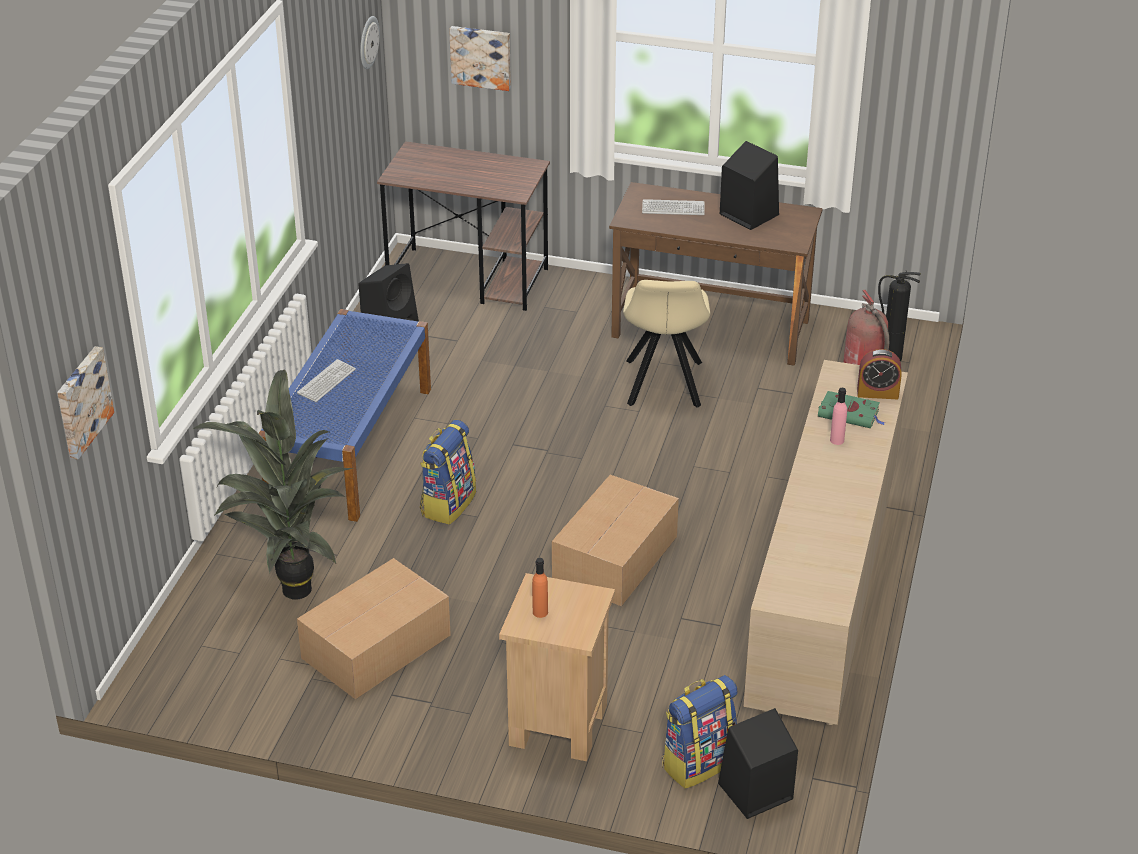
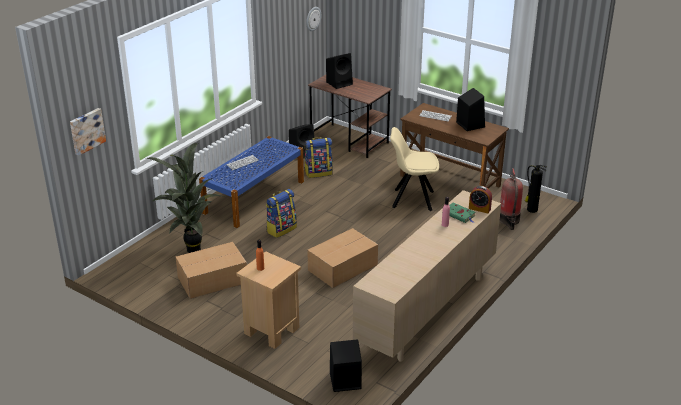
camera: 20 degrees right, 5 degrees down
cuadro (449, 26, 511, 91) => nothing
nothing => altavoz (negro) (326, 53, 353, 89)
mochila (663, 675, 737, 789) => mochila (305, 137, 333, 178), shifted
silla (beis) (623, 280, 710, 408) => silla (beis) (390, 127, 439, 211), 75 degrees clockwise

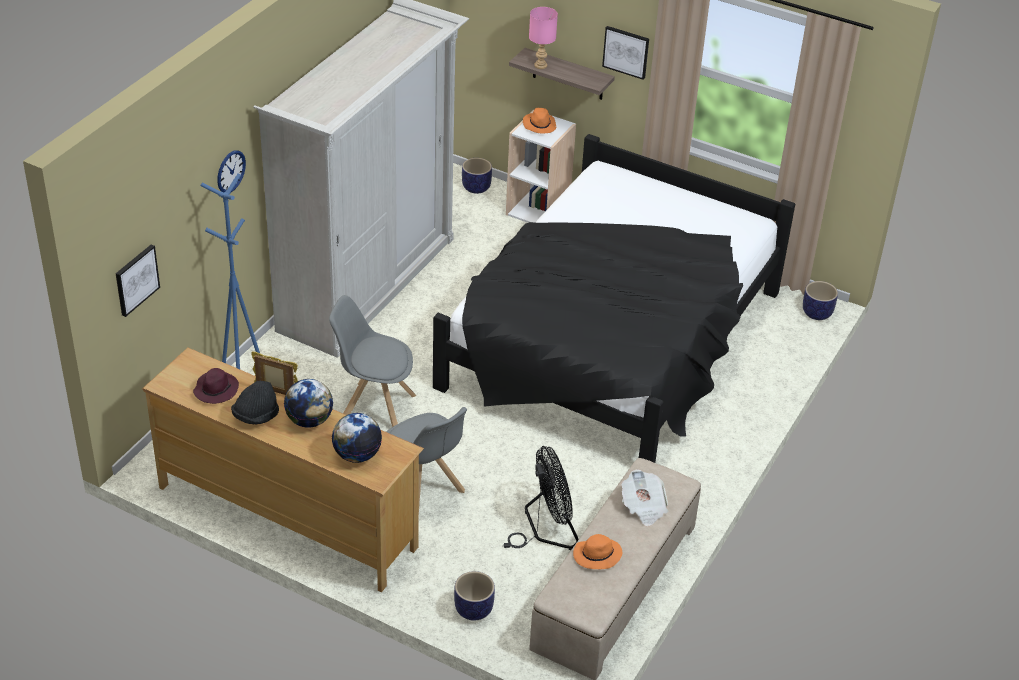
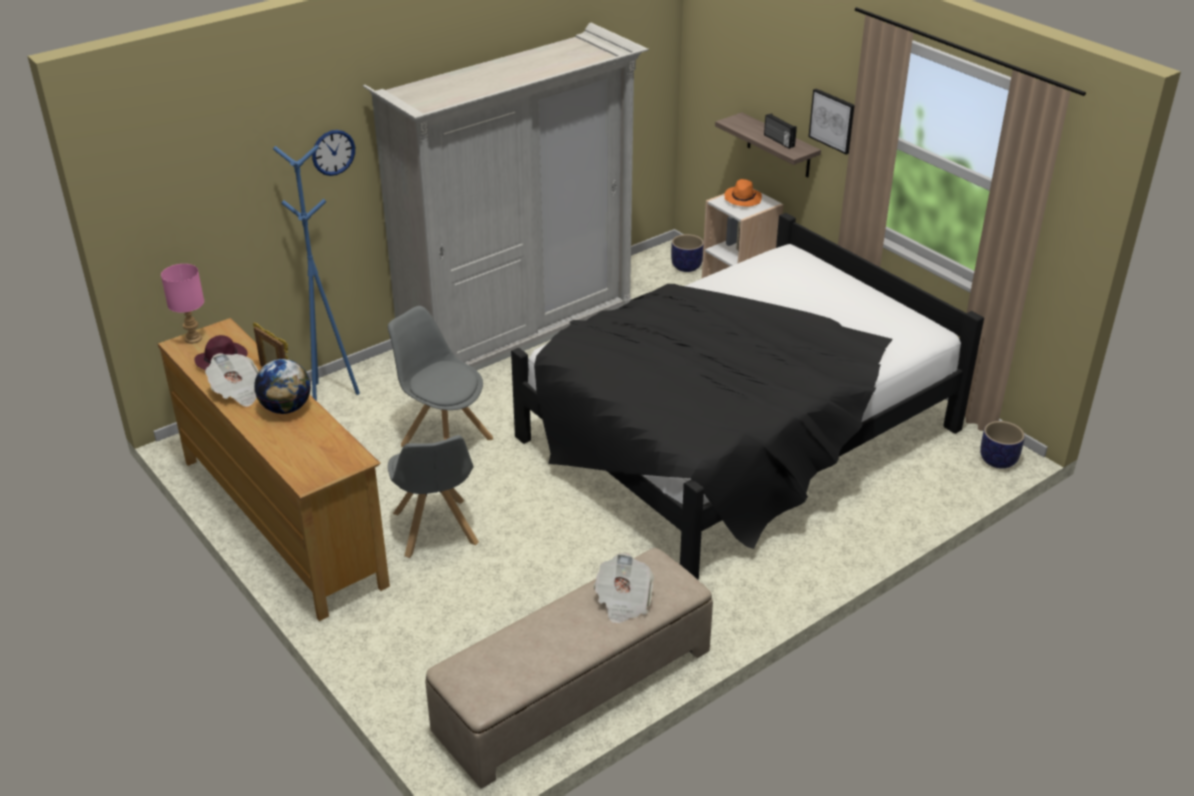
camera: 25 degrees right, 5 degrees down
cuadro (115, 245, 160, 317) => nothing
globo terráqueo (332, 413, 382, 463) => nothing
maceta (454, 571, 495, 621) => nothing
ventilador (negro) (504, 446, 579, 550) => nothing
sombrero (naranja) (573, 534, 622, 569) => nothing
nothing => radio (764, 113, 797, 149)
lámpara de mesa (rosa) (529, 7, 558, 69) => lámpara de mesa (rosa) (161, 264, 204, 344), shifted
sombrero (negro) (231, 381, 279, 425) => periódico (205, 353, 259, 407)

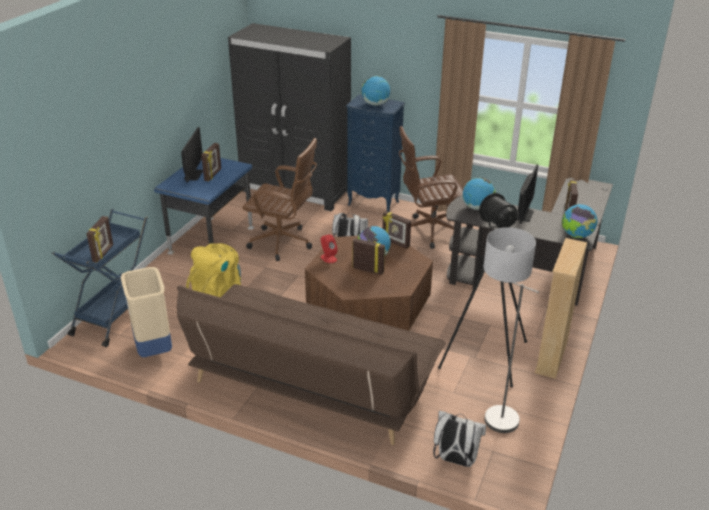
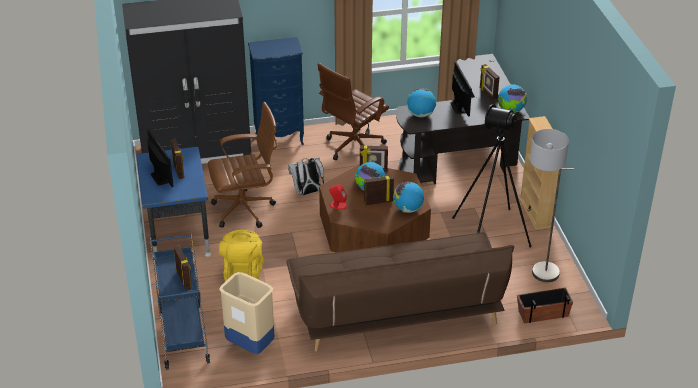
camera: 35 degrees left, 5 degrees up
globo terráqueo (361, 76, 390, 106) => globo terráqueo (393, 181, 424, 213), shifted
mochila (blanco) (433, 410, 486, 467) => maceta (517, 288, 573, 323)

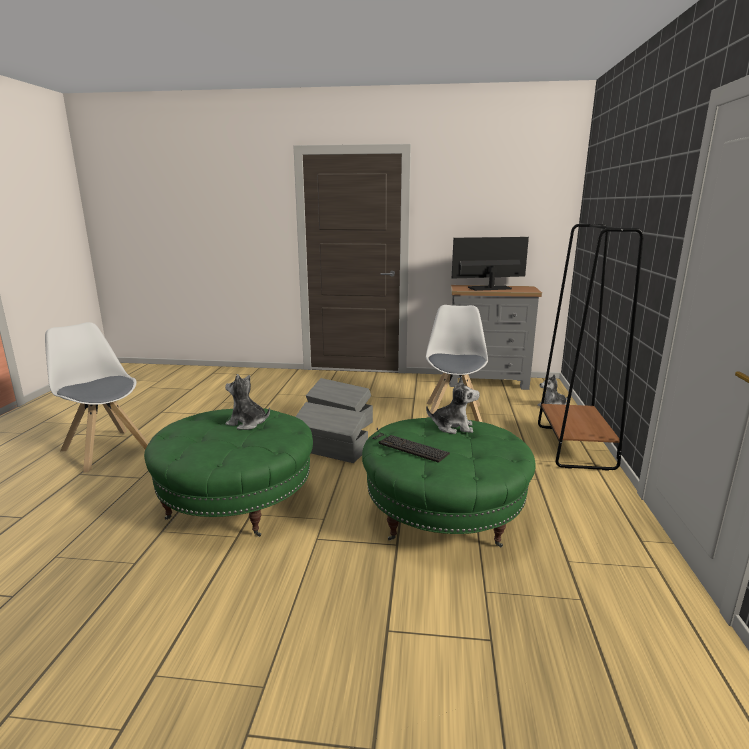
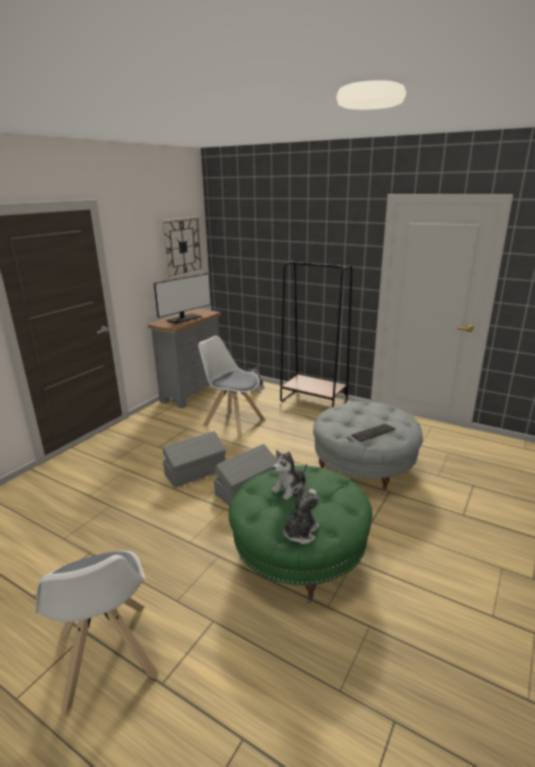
camera: 65 degrees left, 5 degrees up
nothing => reloj de pared (160, 216, 203, 280)
peluche (426, 376, 480, 434) => peluche (283, 485, 320, 544), shifted
puf (verde) (362, 417, 536, 547) => puf (gris) (313, 402, 423, 493)
silla (45, 322, 149, 472) => silla (36, 551, 159, 714), 90 degrees counterclockwise
monitor (452, 237, 529, 291) => monitor (154, 273, 211, 324), 150 degrees counterclockwise

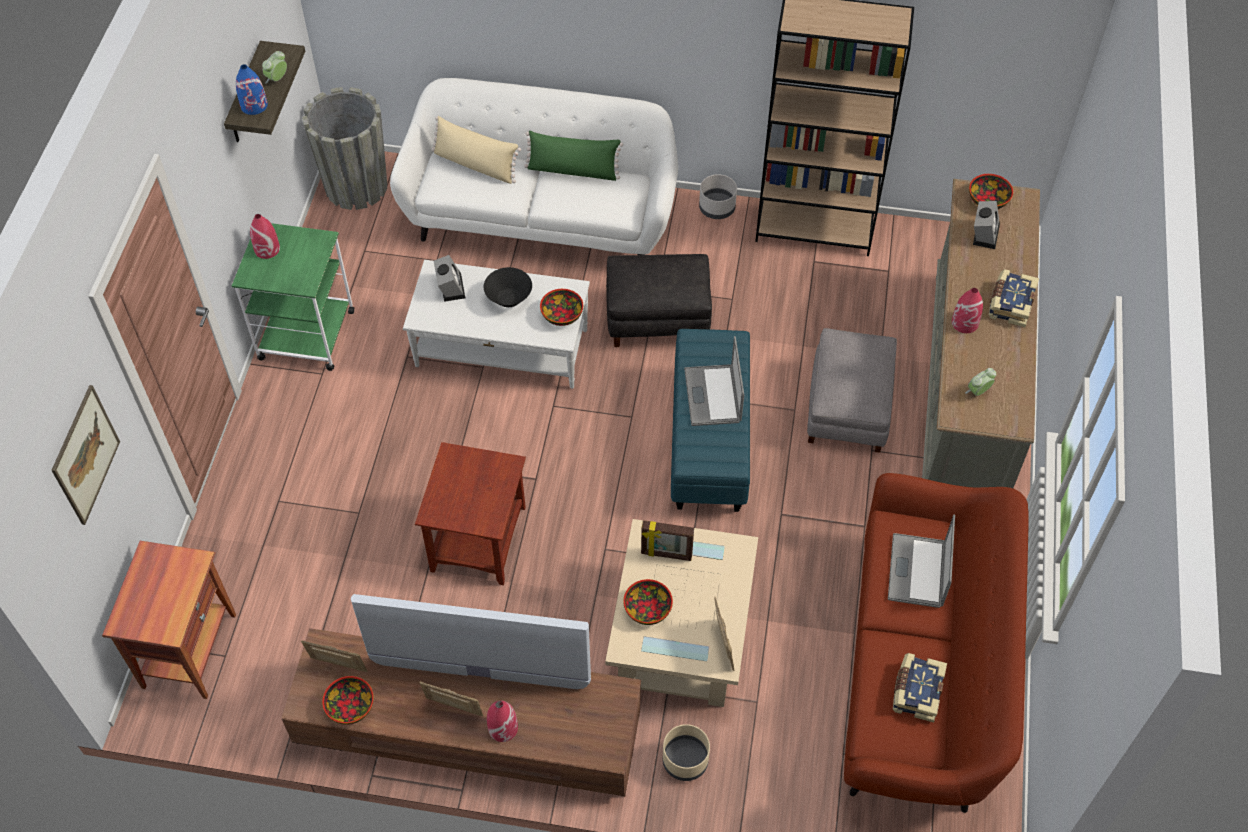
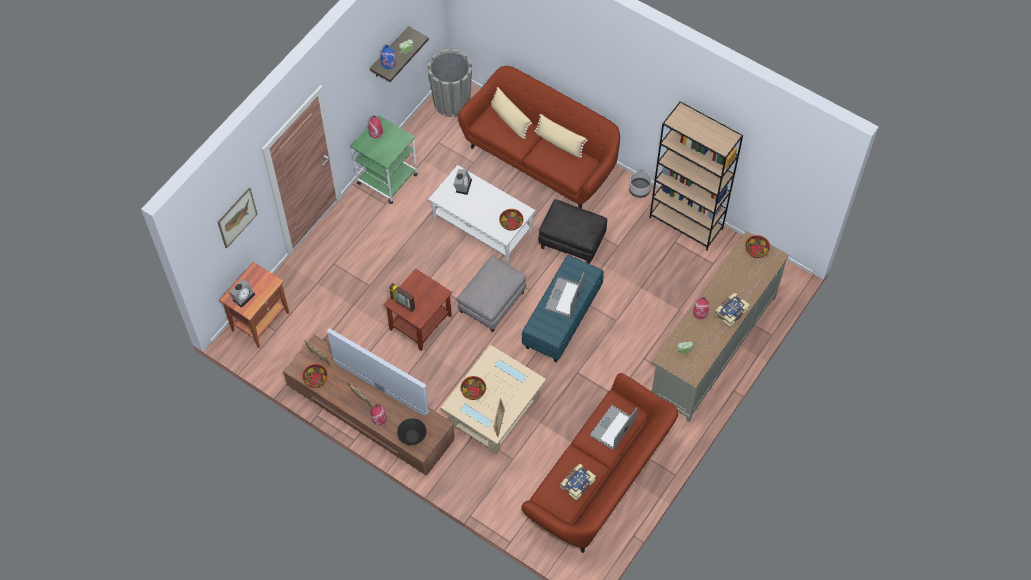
camera: 25 degrees right, 5 degrees up
maceta (beis) (663, 724, 710, 781) => nothing
cuenco (negro) (484, 267, 532, 307) => cuenco (negro) (397, 418, 427, 445), shifted
portarretratos (641, 520, 694, 561) => portarretratos (389, 283, 415, 312), shifted
puf (gris) (807, 328, 897, 453) => puf (gris) (457, 256, 526, 332), shifted
despertador (973, 201, 1000, 249) => despertador (229, 279, 255, 308), shifted
sofá (blanco) (390, 78, 678, 255) => sofá (marrón) (458, 66, 620, 208)
cojín (verde) (524, 131, 623, 181) => cojín (beis) (535, 114, 587, 158)

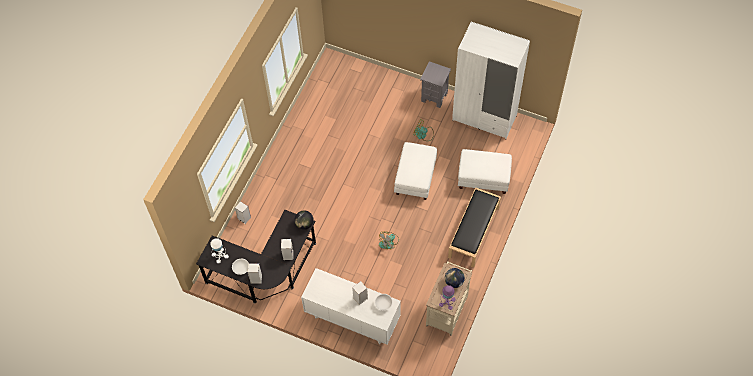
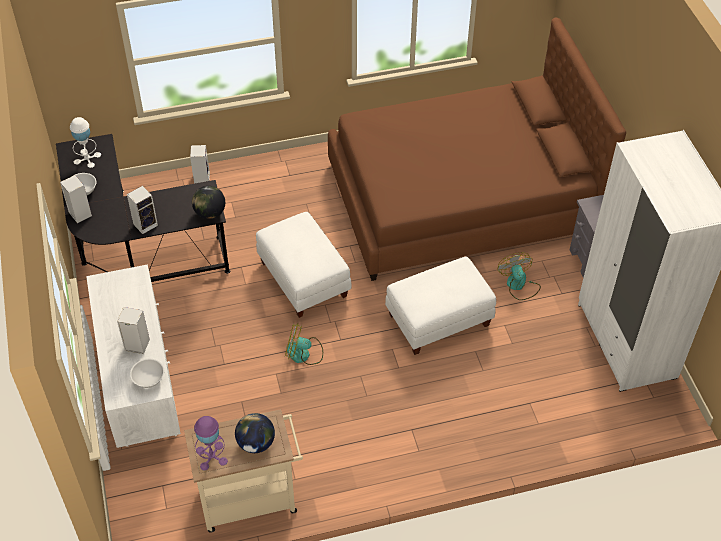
camera: 50 degrees right, 10 degrees down
banco (negro) (448, 187, 501, 268) => nothing
nothing => cama (marrón) (328, 18, 626, 281)
puf (blanco) (458, 149, 512, 194) => puf (blanco) (256, 212, 351, 318), shifted

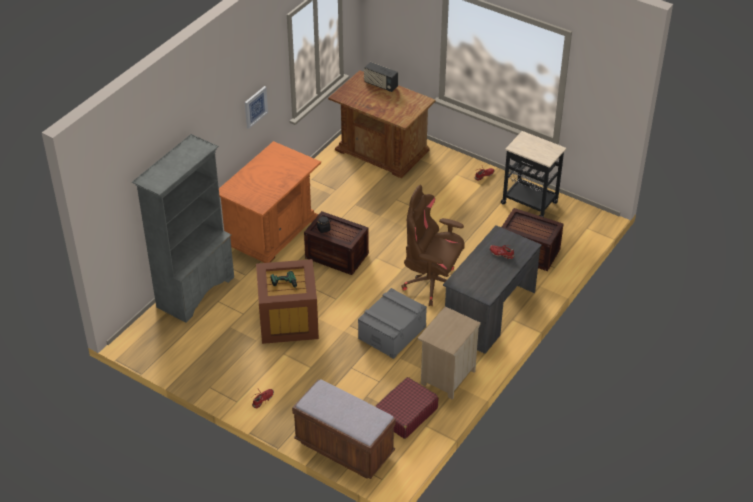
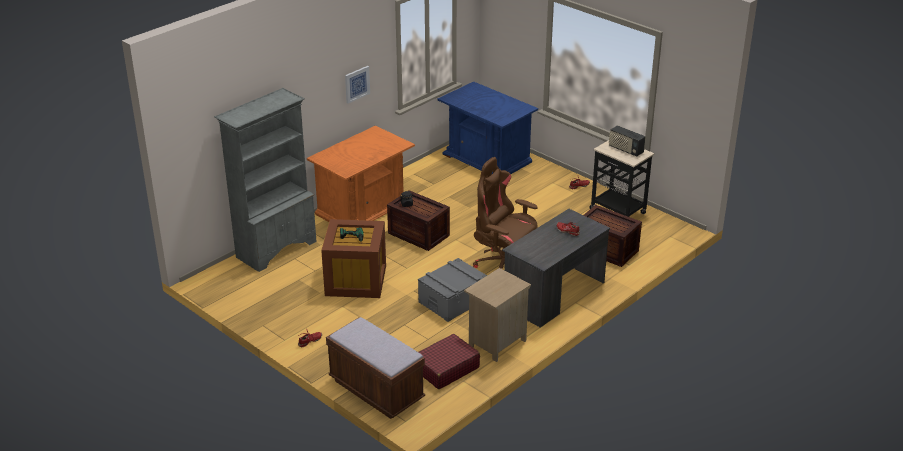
camera: 10 degrees right, 10 degrees down
radio (364, 62, 398, 92) => radio (609, 125, 645, 157), shifted
armario (marrón) (328, 70, 436, 178) => armario (azul) (437, 82, 538, 174)

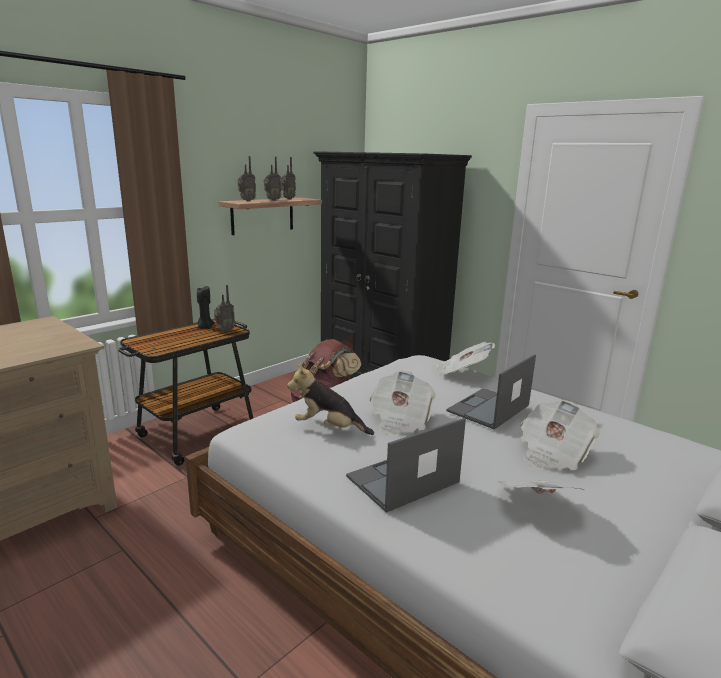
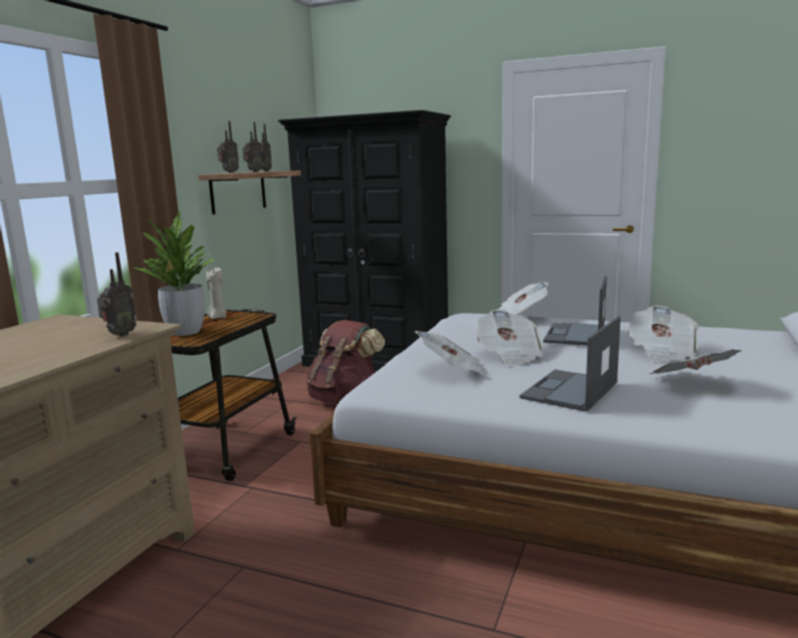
camera: 20 degrees left, 5 degrees down
nothing => planta en maceta (133, 210, 215, 336)
radio (214, 285, 235, 332) => radio (97, 252, 137, 336), shifted
peluche (287, 363, 374, 435) => periódico (415, 331, 492, 376)
vela (negro) (197, 286, 215, 329) => vela (beis) (206, 268, 226, 319)

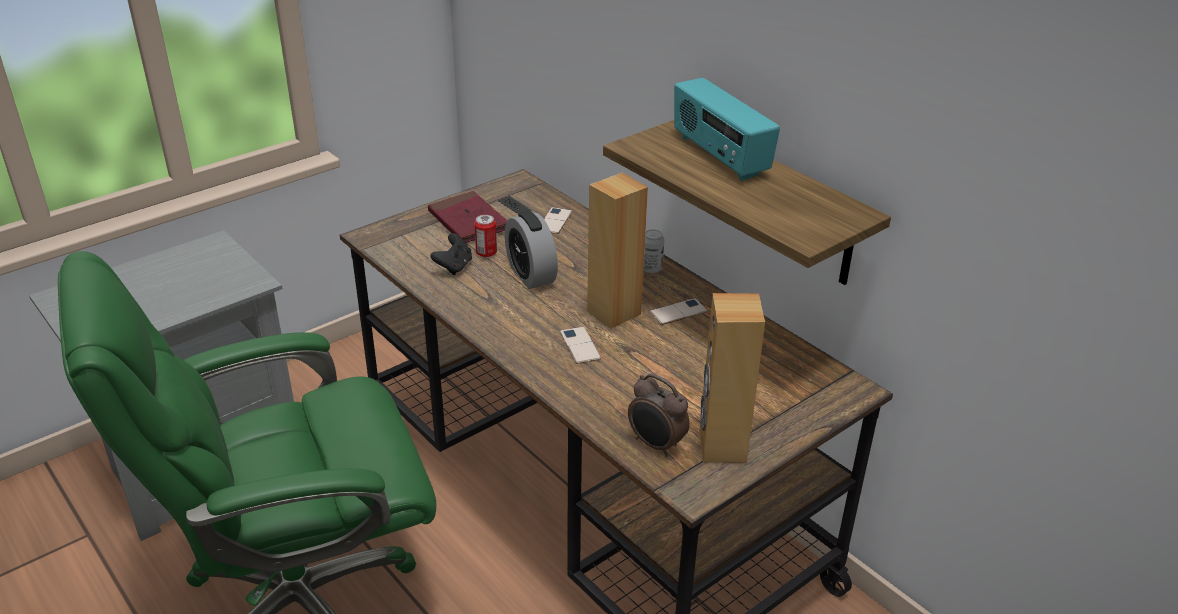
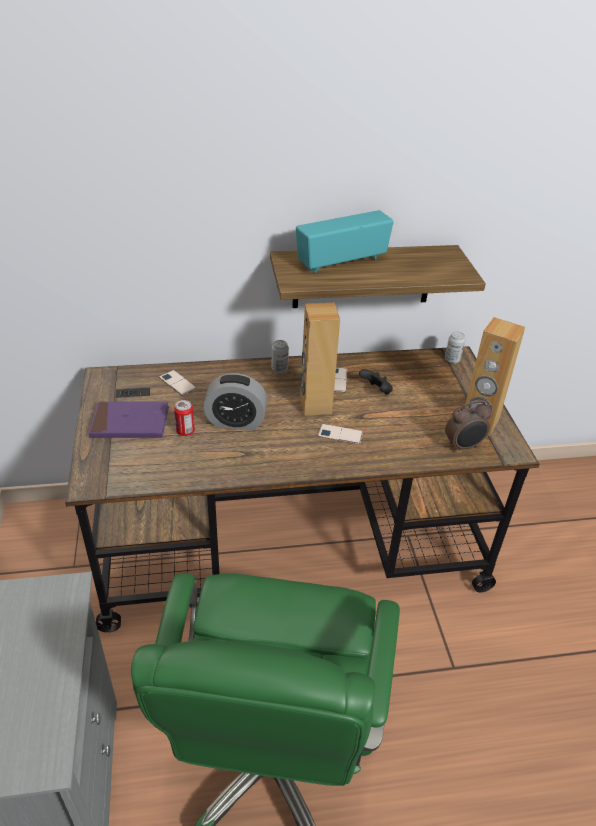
camera: 60 degrees left, 5 degrees up
nothing => lata (445, 331, 465, 363)
mando de consola (negro) (431, 233, 472, 275) => mando de consola (negro) (359, 369, 393, 395), shifted
libro (rojo) (428, 191, 507, 243) => libro (morado) (88, 401, 169, 438)
radio (674, 78, 780, 181) => radio (296, 210, 394, 273), 150 degrees clockwise

